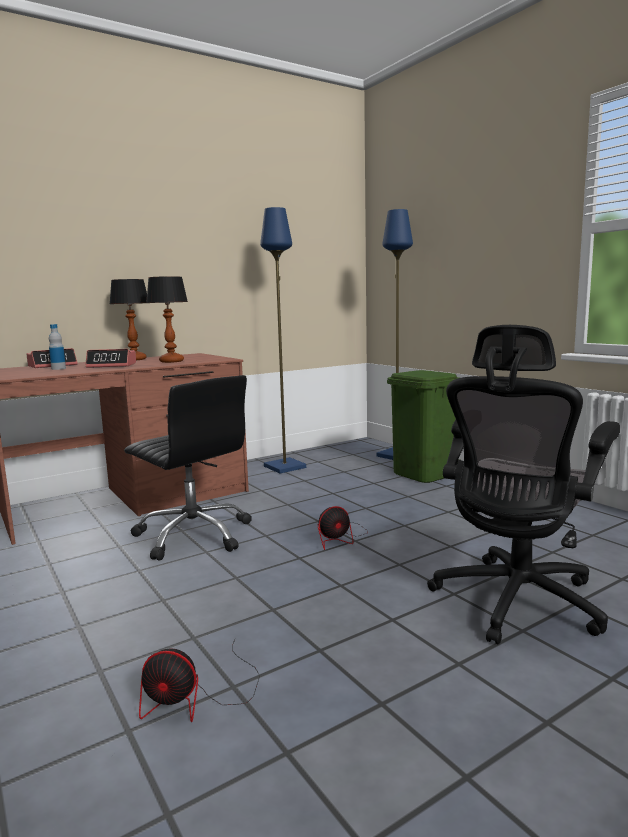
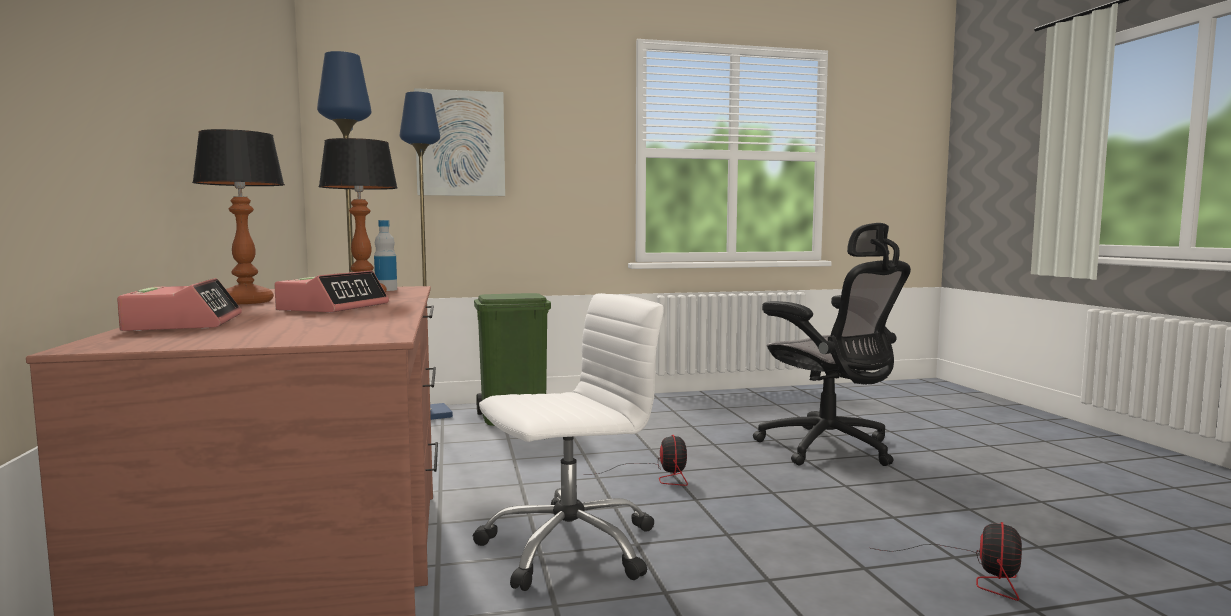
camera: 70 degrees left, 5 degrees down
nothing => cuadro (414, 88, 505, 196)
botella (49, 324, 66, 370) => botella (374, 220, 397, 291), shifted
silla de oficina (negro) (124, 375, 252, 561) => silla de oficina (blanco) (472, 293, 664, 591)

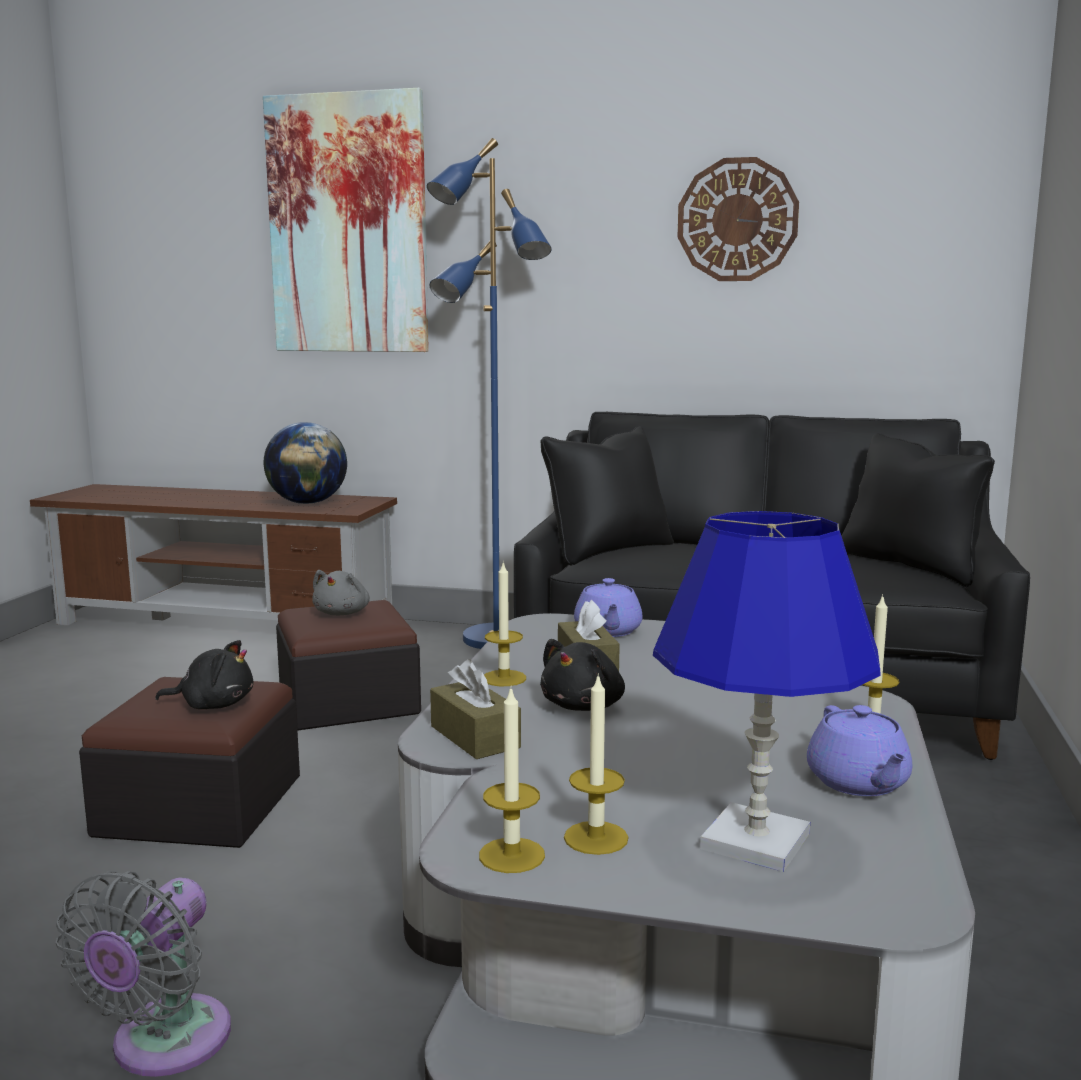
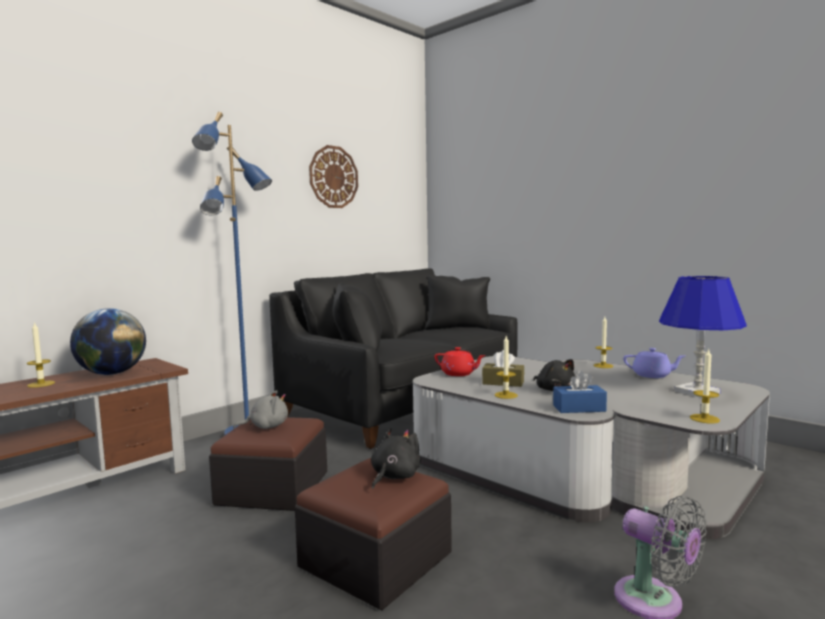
camera: 60 degrees left, 5 degrees down
cuadro (263, 88, 429, 352) => nothing
vela (564, 673, 628, 855) => vela (27, 322, 55, 388), shifted
caja de pañuelos (marrón) (430, 659, 521, 759) => caja de pañuelos (azul) (553, 371, 607, 413)
tetera (morado) (574, 578, 643, 637) => tetera (rojo) (434, 347, 486, 376)
peluche (gris) (312, 570, 370, 616) => peluche (gris) (233, 390, 288, 429), 60 degrees counterclockwise

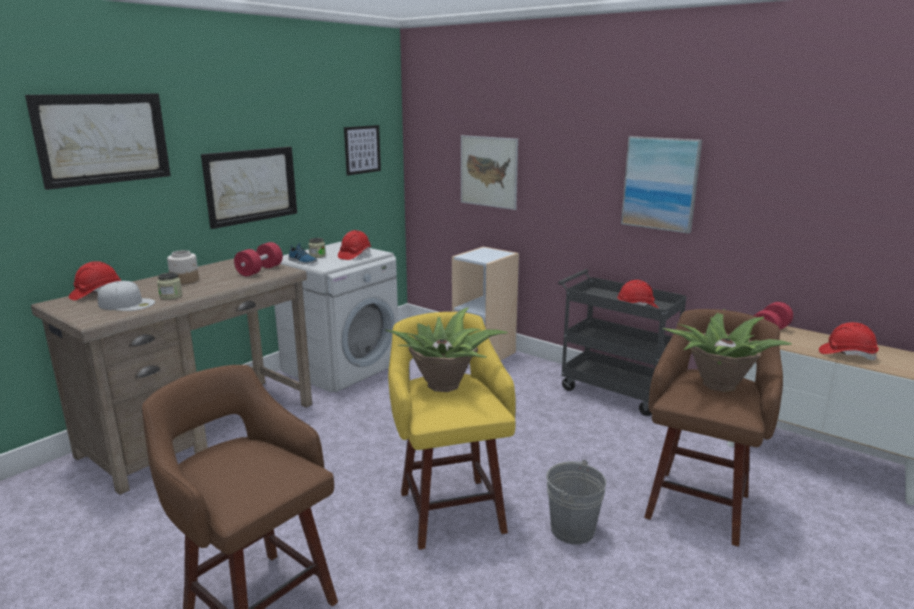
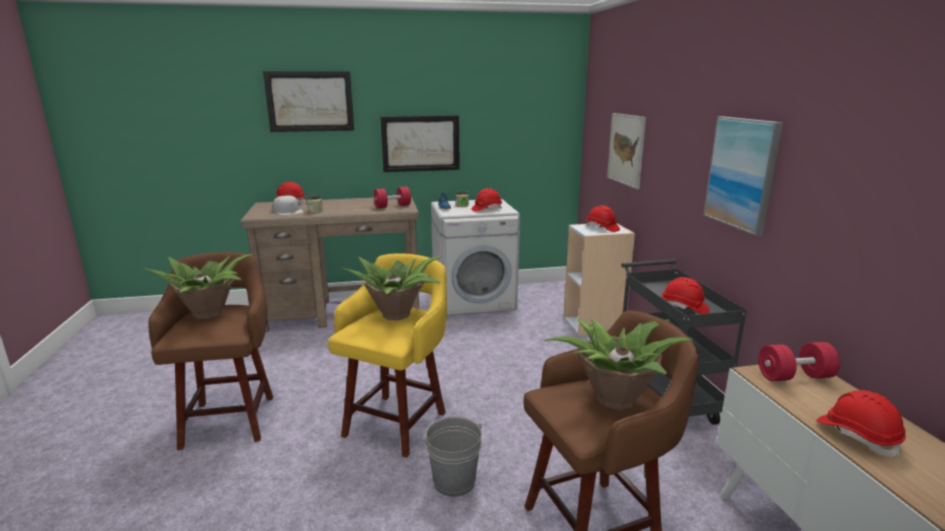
camera: 40 degrees right, 0 degrees up
tarro (167, 250, 199, 284) => nothing
cuadro (344, 125, 381, 176) => nothing
nothing => planta en maceta (144, 254, 253, 319)
nothing => casco (rojo) (586, 205, 620, 232)

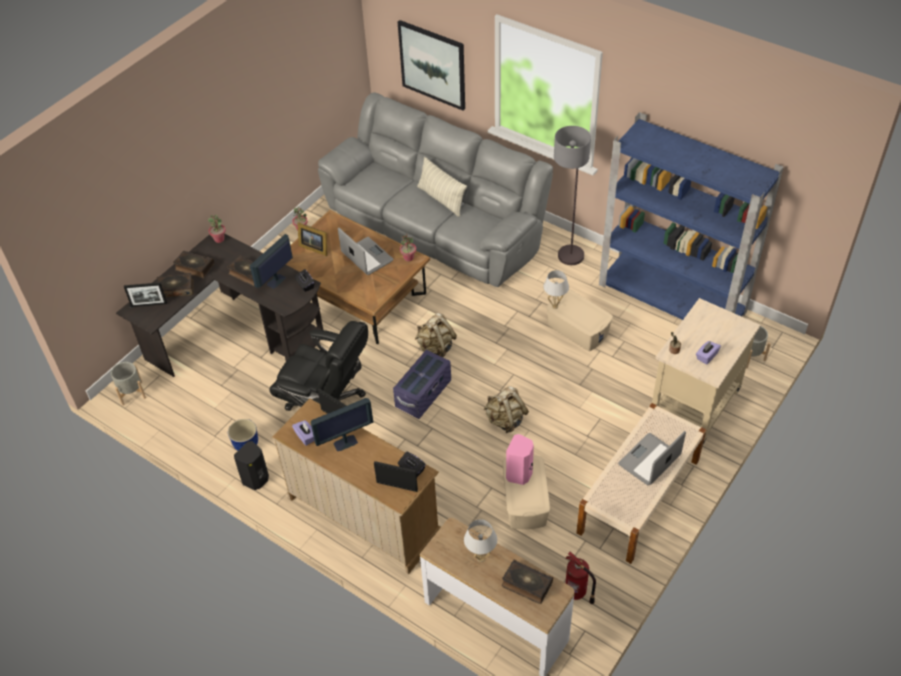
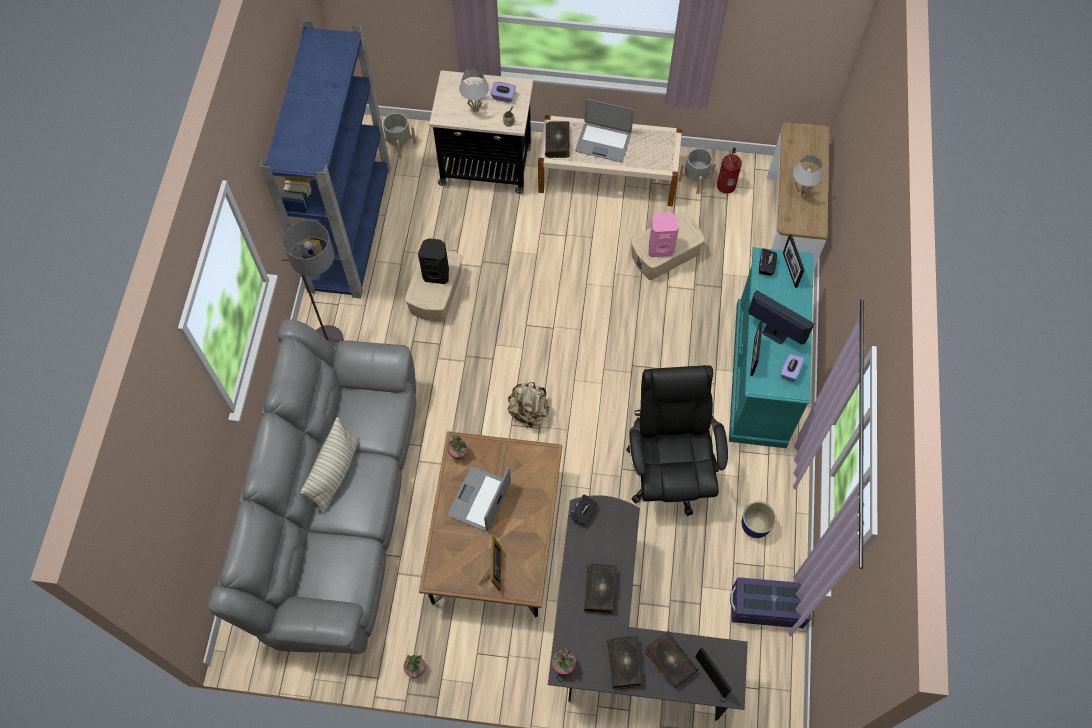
camera: 120 degrees left, 15 degrees up
monitor (250, 234, 293, 289) => nothing
cuadro (398, 20, 465, 111) => nothing
mochila (beis) (484, 386, 529, 433) => nothing
maceta (gris) (111, 362, 146, 405) => maceta (gris) (679, 148, 716, 194), shifted
altavoz (negro) (234, 441, 269, 490) => altavoz (negro) (418, 238, 449, 284), shifted
caja de almacenaje (morado) (393, 350, 451, 419) => caja de almacenaje (morado) (730, 577, 811, 628), shifted
libro (502, 559, 553, 604) => libro (545, 121, 570, 158), shifted
lámpara de mesa (blanco) (543, 270, 569, 309) => lámpara de mesa (blanco) (459, 69, 489, 112), shifted
armario (marrón) (272, 399, 441, 574) => armario (turquesa) (729, 247, 814, 448)
carrito (beis) (652, 298, 761, 444) => carrito (negro) (429, 70, 533, 194)

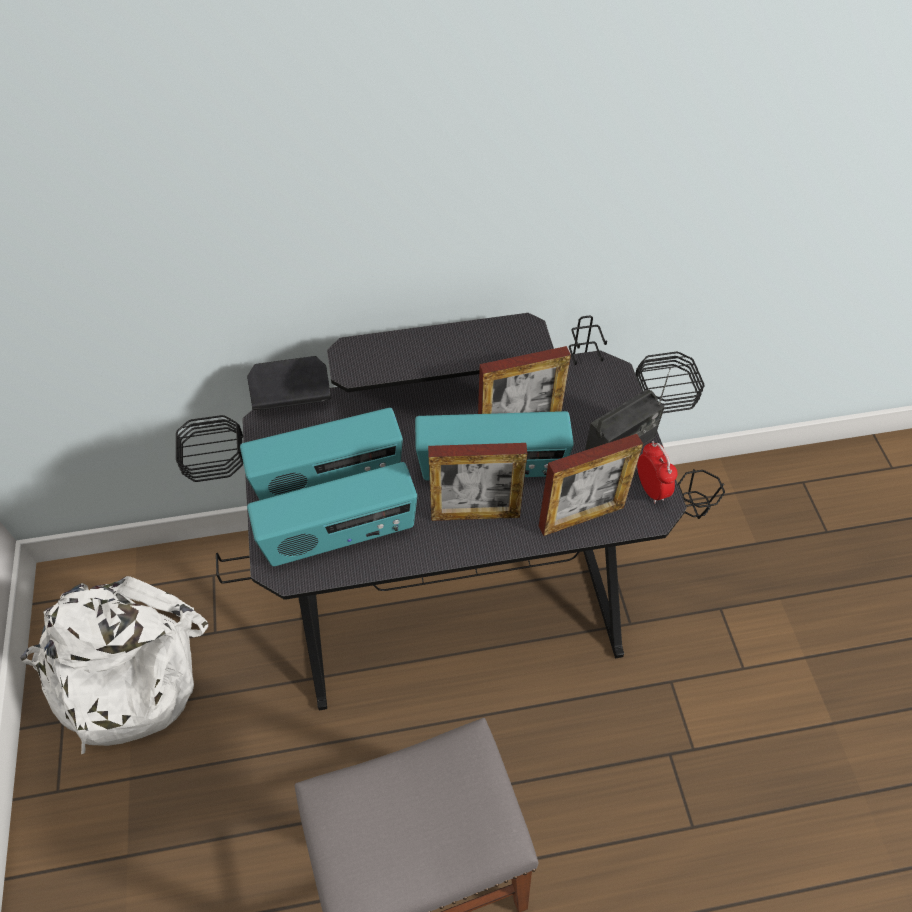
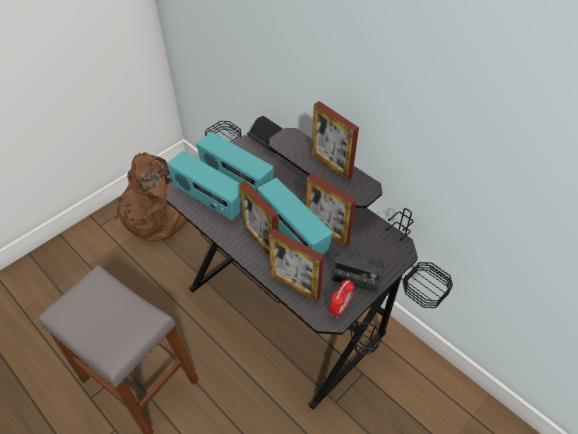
camera: 55 degrees right, 5 degrees down
nothing => portarretratos (312, 101, 359, 181)
mochila (blanco) (21, 576, 208, 754) => mochila (marrón) (115, 152, 194, 241)

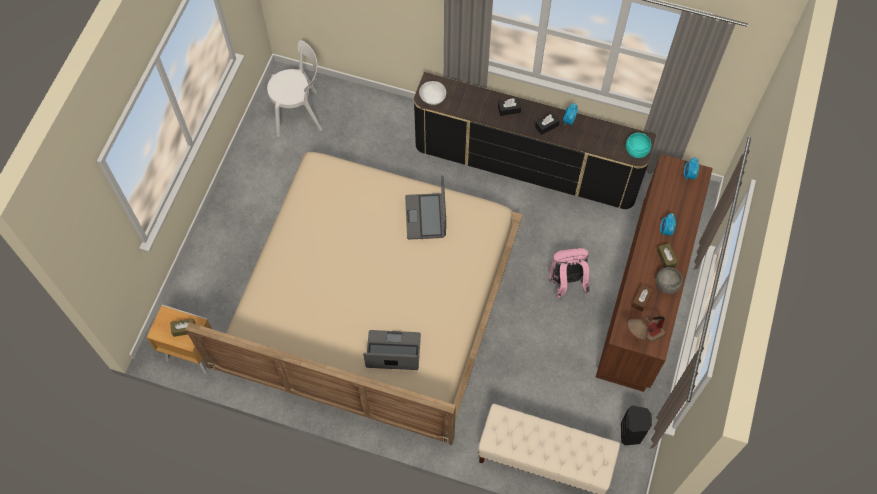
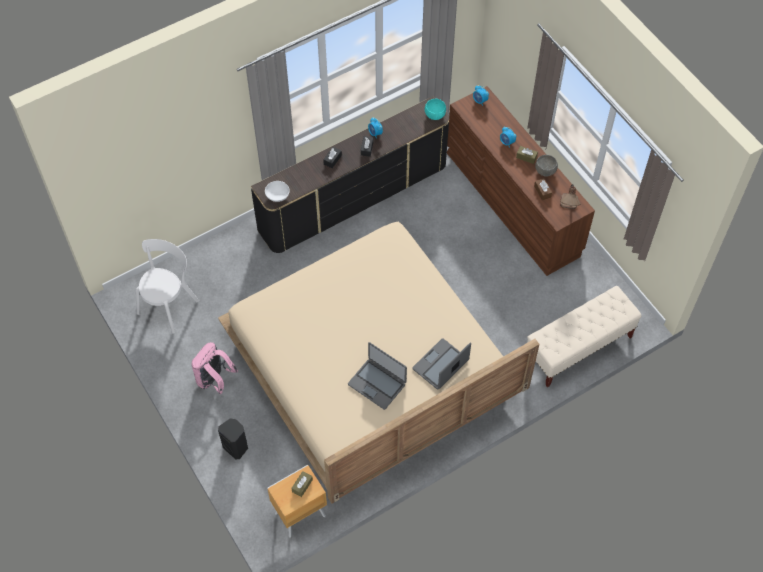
camera: 50 degrees left, 5 degrees down
portátil (405, 175, 446, 240) => portátil (348, 342, 407, 410), shifted
mochila (rosa) (549, 248, 590, 298) => mochila (rosa) (191, 342, 238, 394), shifted
altavoz (negro) (621, 405, 652, 445) => altavoz (negro) (218, 419, 248, 460), shifted

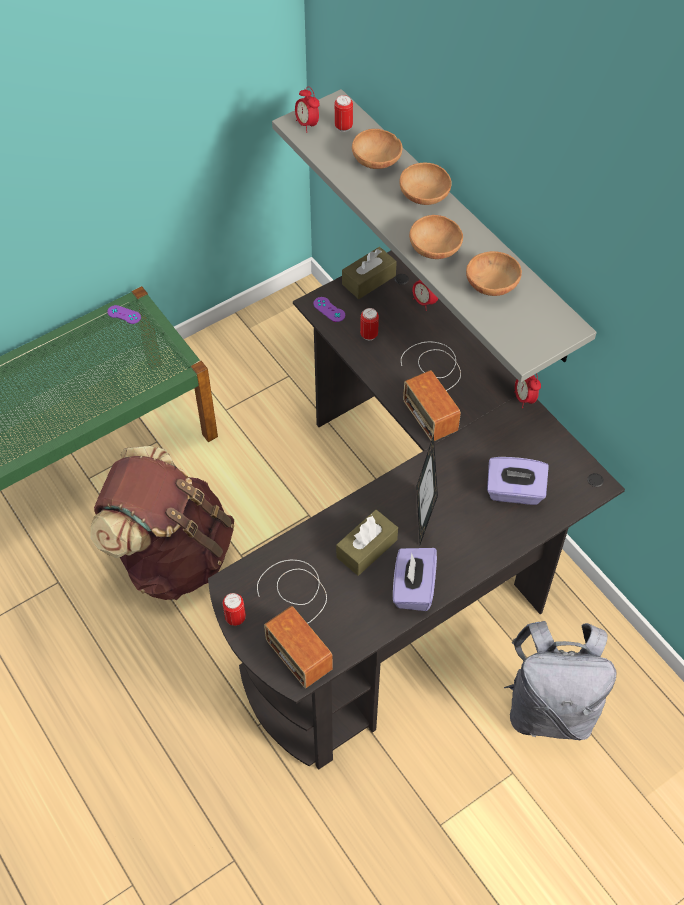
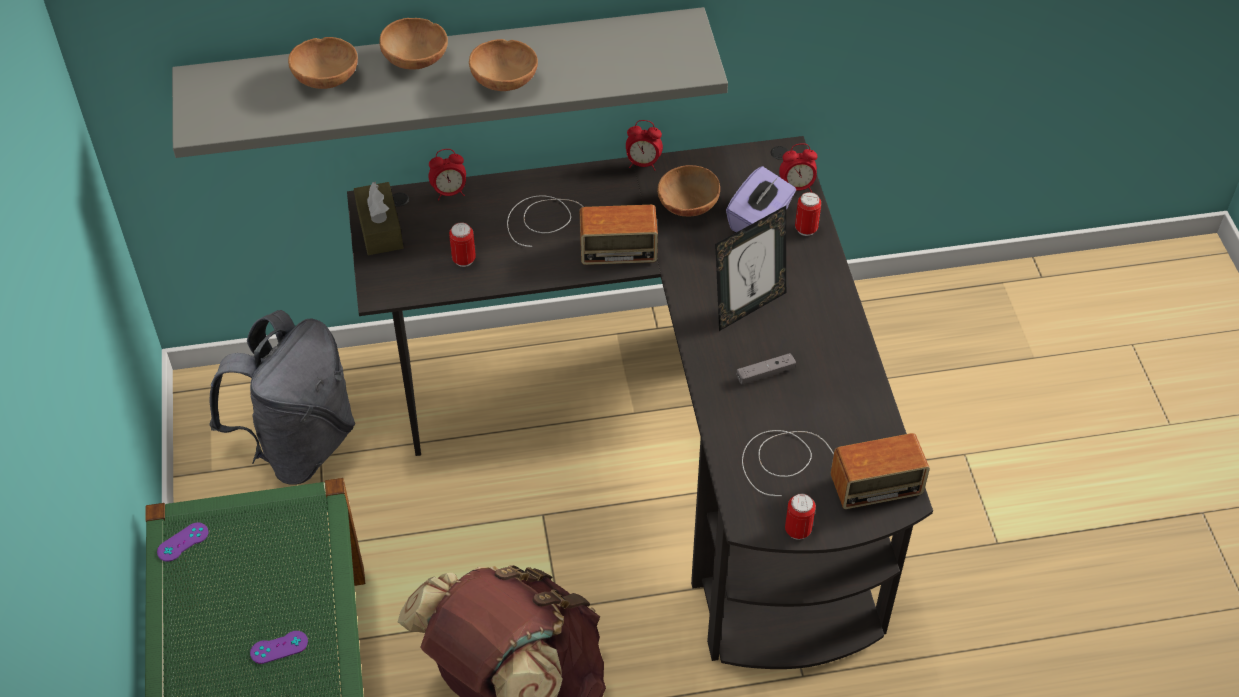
camera: 65 degrees left, 5 degrees down
caja de pañuelos (morado) (393, 548, 437, 611) => nothing
despertador (295, 86, 320, 133) => despertador (779, 143, 817, 192), shifted
mando de consola (morado) (313, 297, 345, 322) => mando de consola (morado) (250, 631, 308, 664), shifted
lata (335, 95, 353, 132) => lata (795, 192, 821, 236), shifted
cuenco (marrón) (466, 251, 522, 296) => cuenco (marrón) (657, 165, 720, 217), shifted
mochila (gris) (504, 621, 616, 740) => mochila (gris) (209, 310, 355, 485), shifted
caja de pañuelos (marrón) (336, 510, 398, 576) => mando de consola (gris) (737, 353, 796, 384)
portarretratos (416, 434, 438, 544) => portarretratos (715, 206, 786, 331), 60 degrees counterclockwise

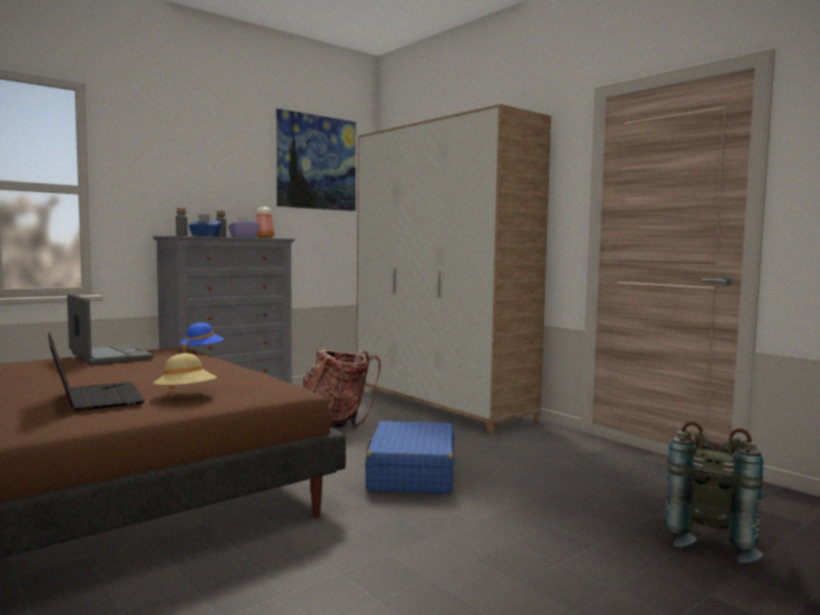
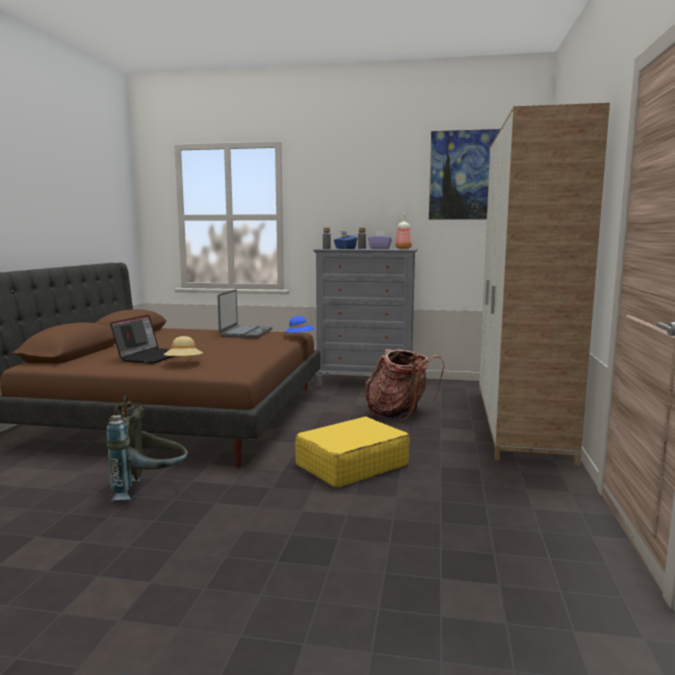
camera: 50 degrees right, 5 degrees up
mochila (gris) (665, 421, 763, 563) => mochila (gris) (106, 395, 188, 501), shifted
maleta (azul) (365, 421, 455, 494) => maleta (amarillo) (295, 417, 410, 488)

